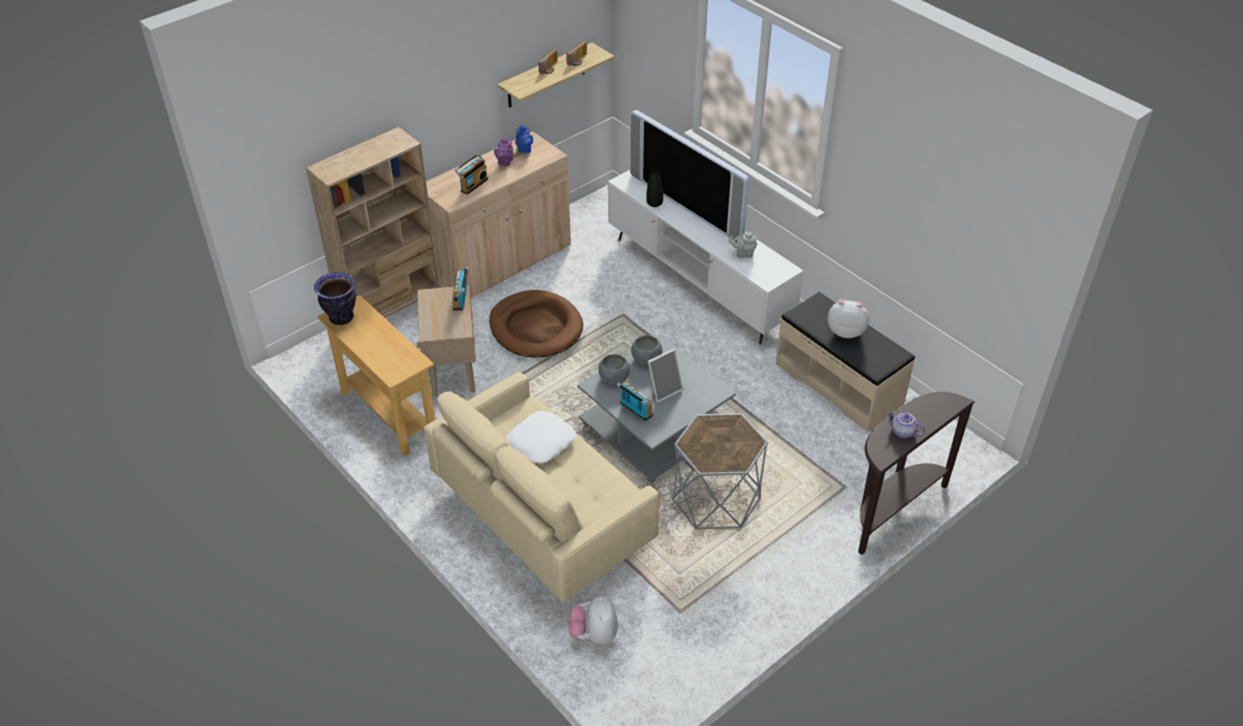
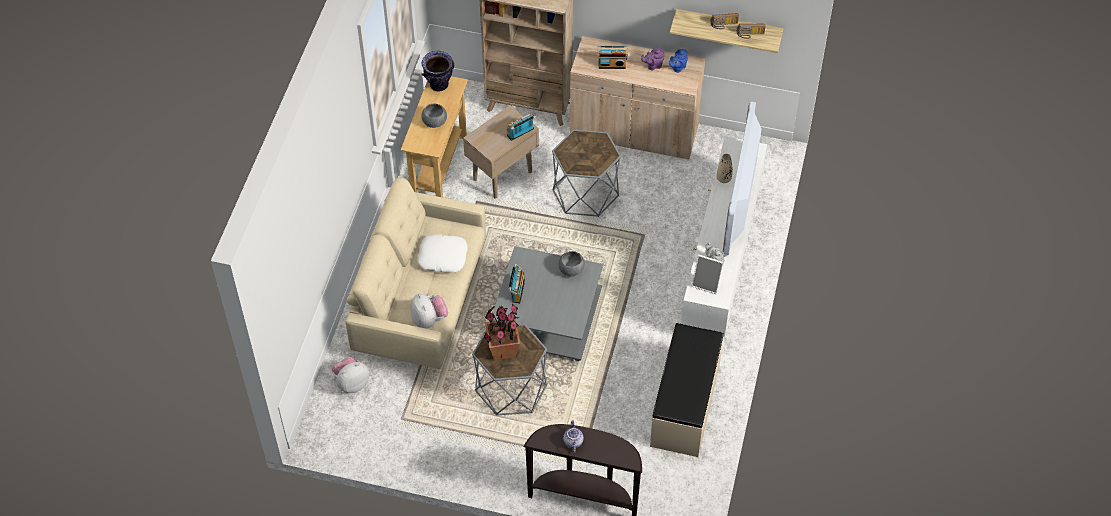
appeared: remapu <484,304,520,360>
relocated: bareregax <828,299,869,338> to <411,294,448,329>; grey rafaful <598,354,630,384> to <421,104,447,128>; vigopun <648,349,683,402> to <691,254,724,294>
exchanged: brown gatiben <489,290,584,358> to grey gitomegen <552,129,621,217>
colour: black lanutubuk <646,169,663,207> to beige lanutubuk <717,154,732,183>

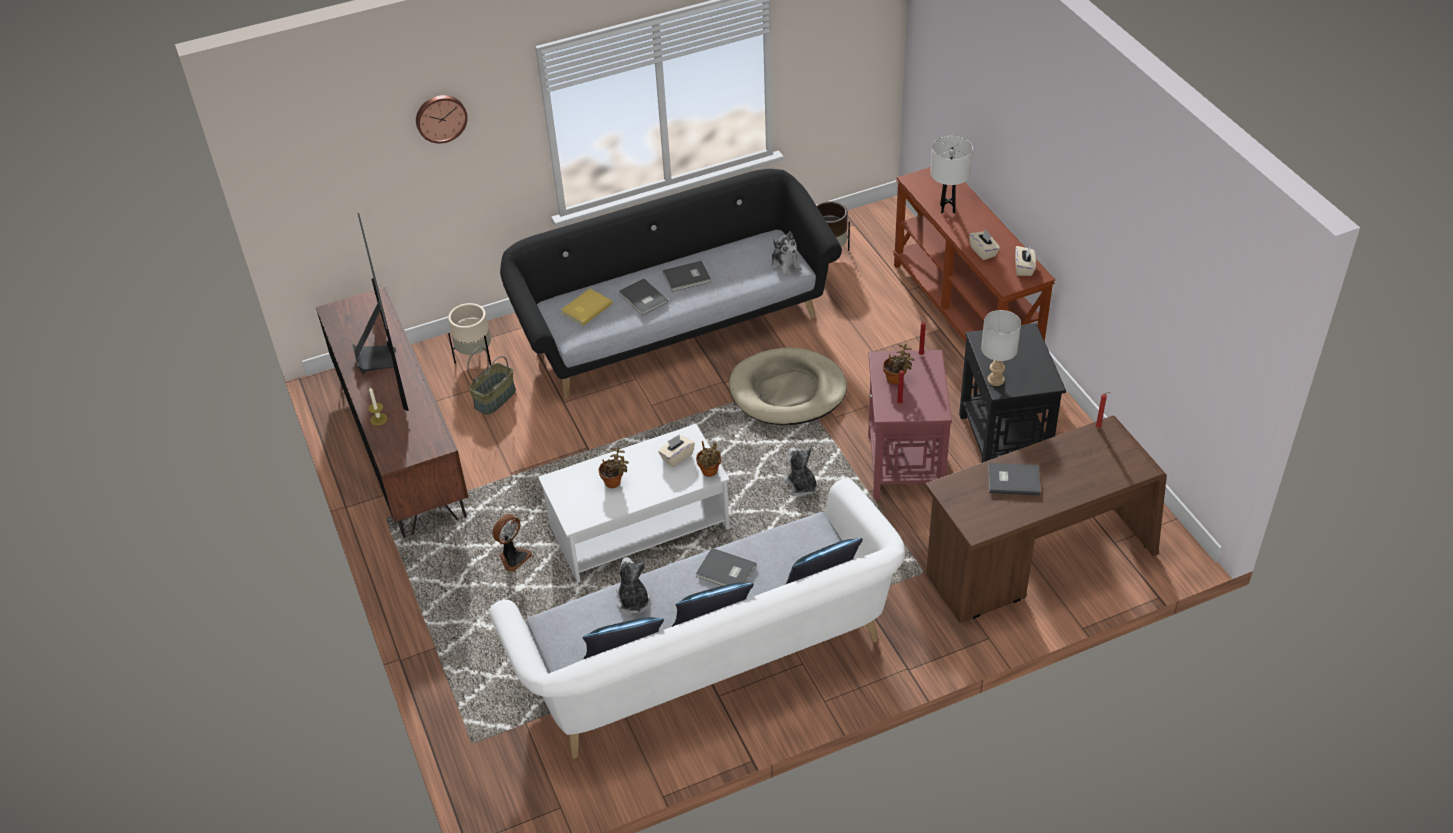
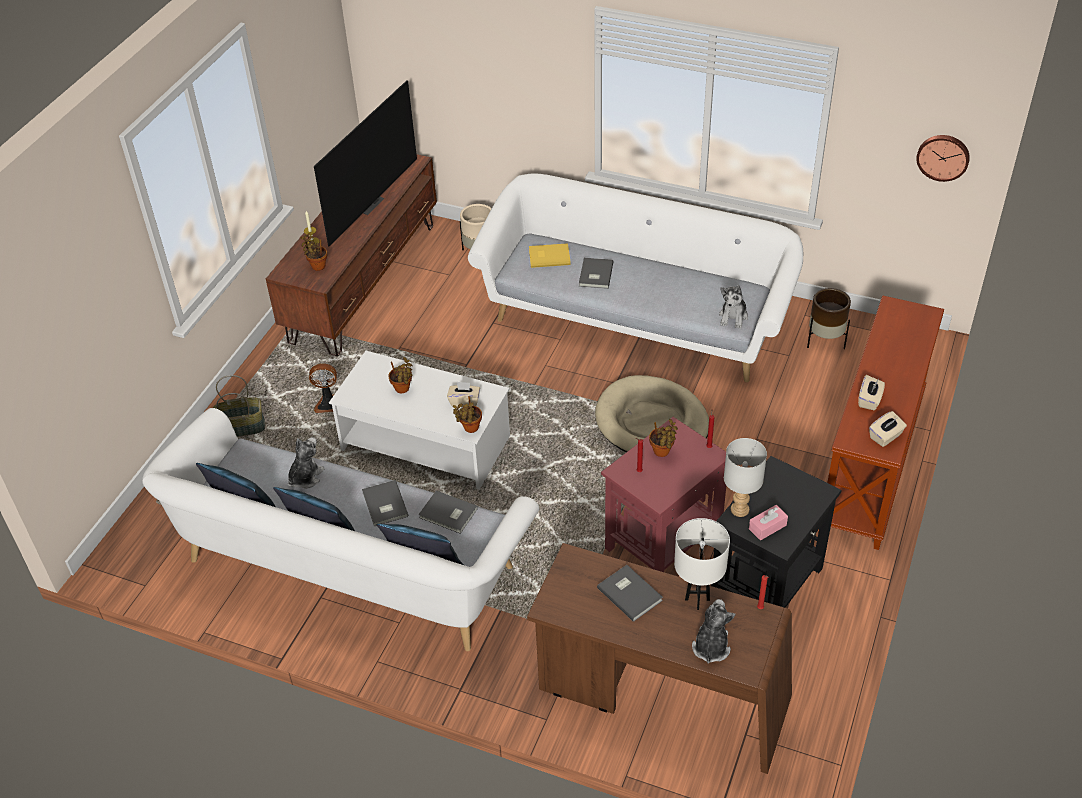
appeared: remapu <300,233,327,271>; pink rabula <749,505,788,540>
relocated: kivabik <467,347,516,415> to <213,375,265,437>; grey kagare <663,261,711,292> to <418,491,478,534>; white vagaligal <930,136,973,213> to <674,518,730,610>; bareregax <783,448,817,497> to <692,599,736,663>; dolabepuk <416,95,468,143> to <916,135,970,182>
colour: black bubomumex <500,169,842,398> to white bubomumex <468,174,803,382>

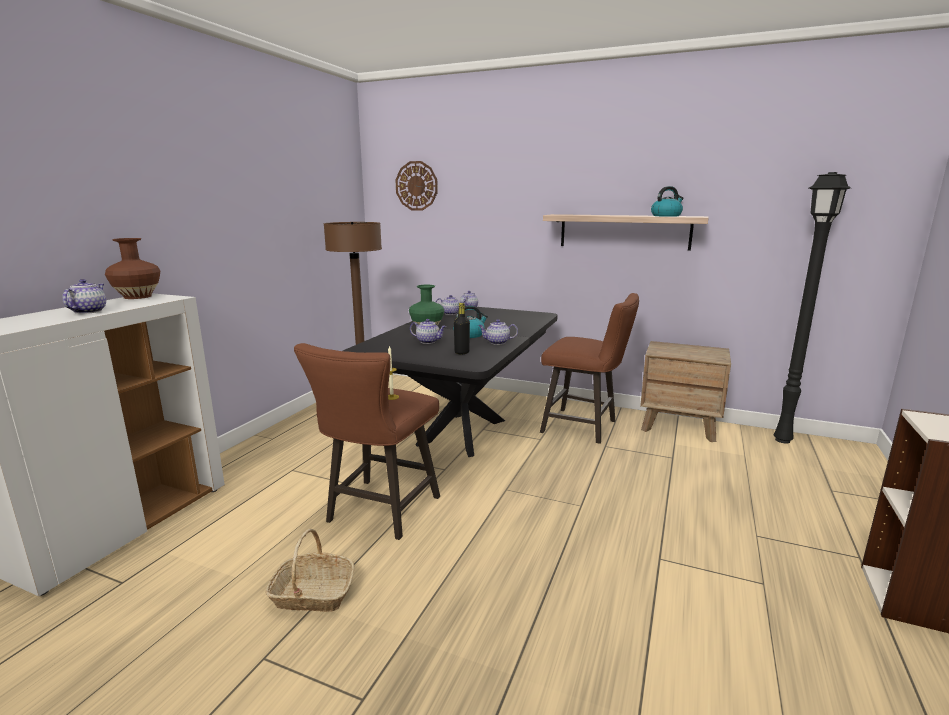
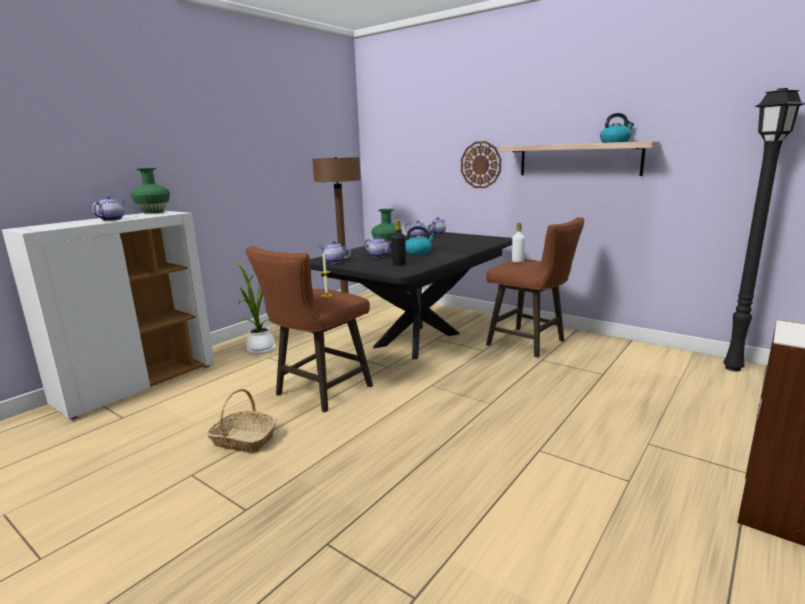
missing: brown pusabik <640,341,731,442>
appeared: remapu <233,262,276,354>; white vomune <512,223,525,263>
relocated: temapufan <478,319,518,345> to <318,241,351,263>; dolabepuk <395,161,438,211> to <461,141,501,188>
colour: brown lanutubuk <105,238,160,299> to green lanutubuk <131,168,170,214>

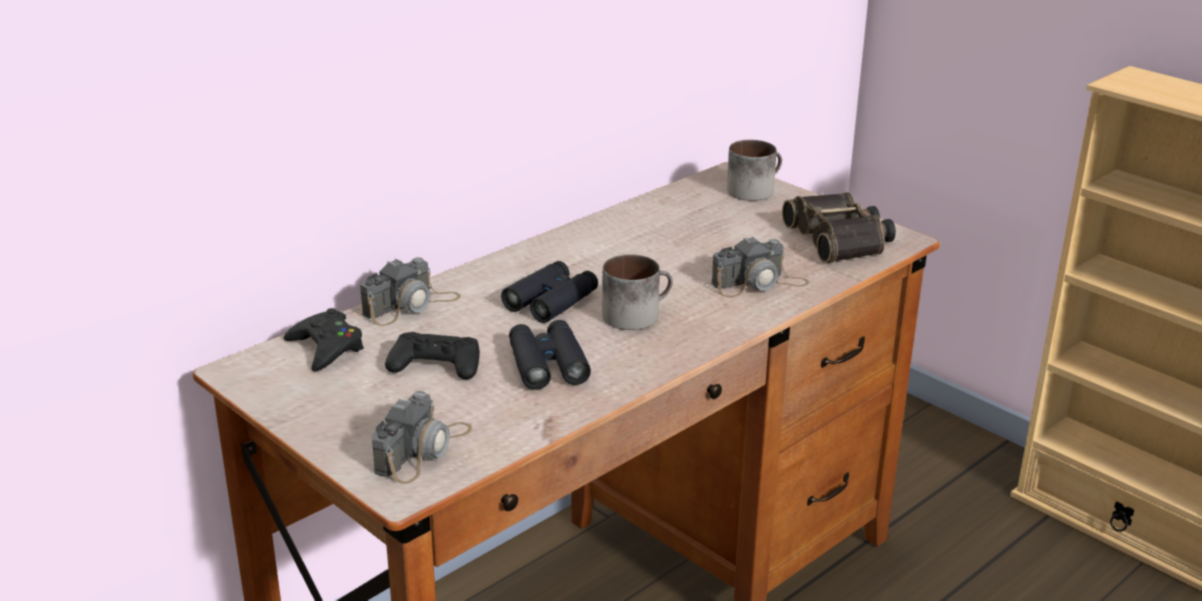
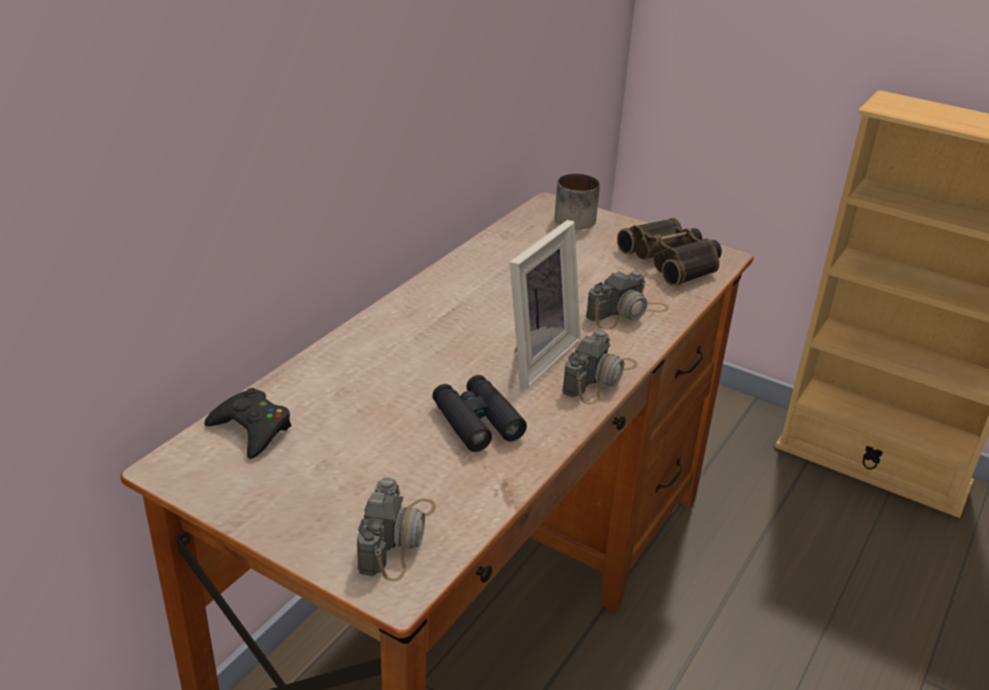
missing: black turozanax <385,332,480,379>; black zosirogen <501,261,598,323>
relocated: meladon <360,257,461,326> to <562,330,637,404>
exchanged: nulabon <602,254,673,330> to vigopun <510,220,580,388>

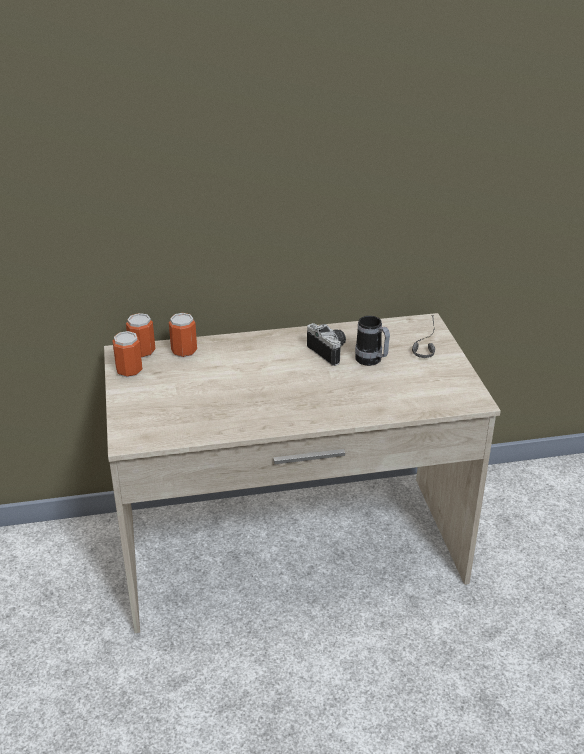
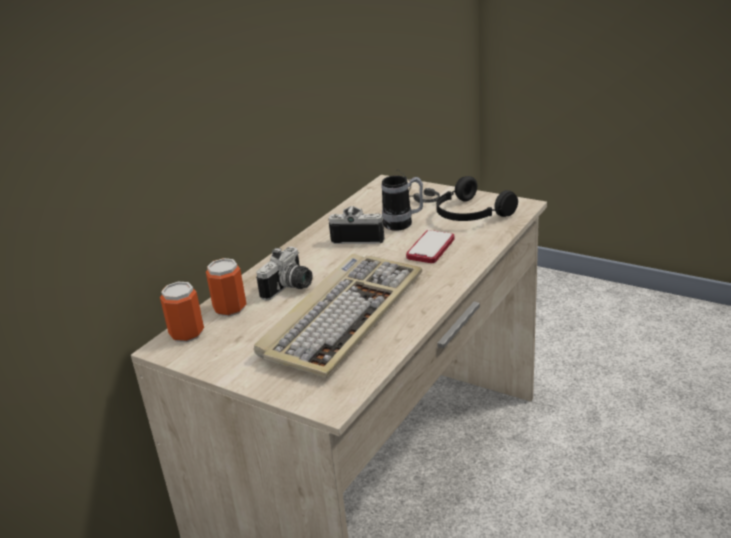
missing: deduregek <113,331,143,378>
appeared: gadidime <254,253,422,378>; meladon <256,247,313,301>; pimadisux <406,230,454,263>; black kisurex <436,176,518,221>

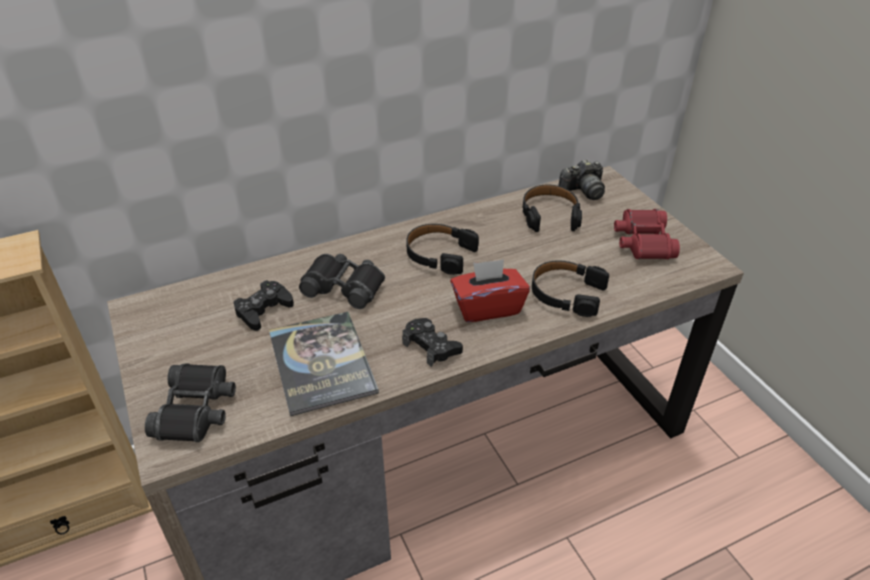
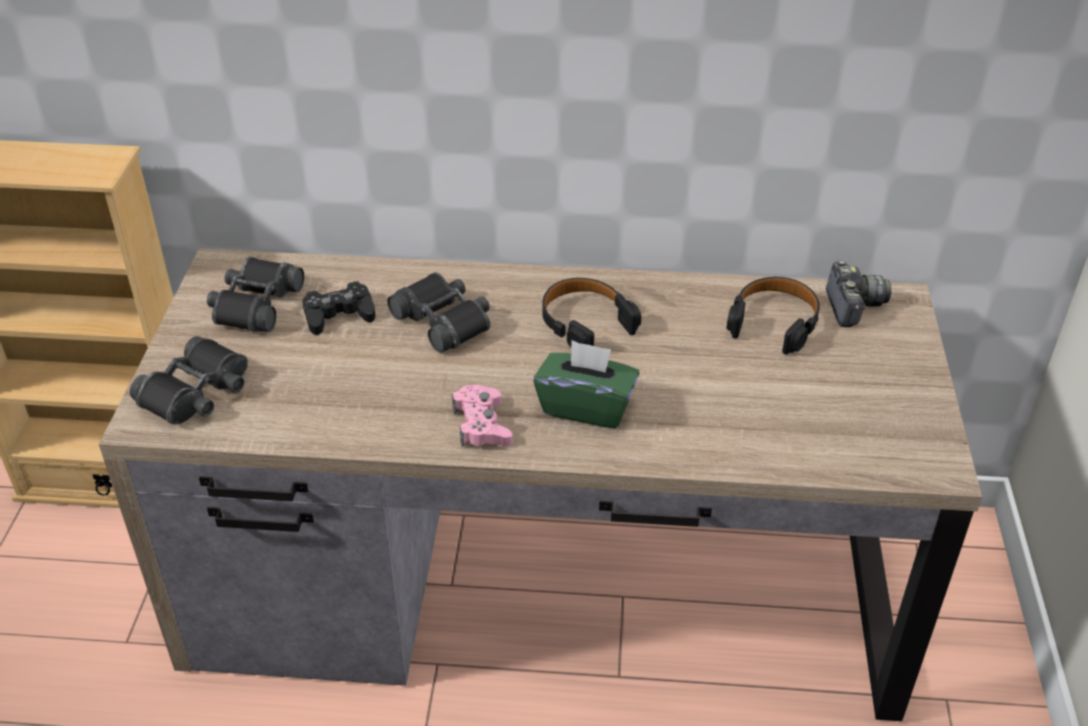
missing: kagare <269,311,379,416>; black kisurex <532,260,609,317>; red zosirogen <614,209,680,259>
appeared: black zosirogen <207,257,304,332>
colour: black turozanax <402,318,463,367> to pink turozanax <452,385,513,447>; red rabula <450,259,530,322> to green rabula <533,340,640,428>
spun: meladon <558,159,605,200> = <826,260,892,327> 105 degrees counterclockwise

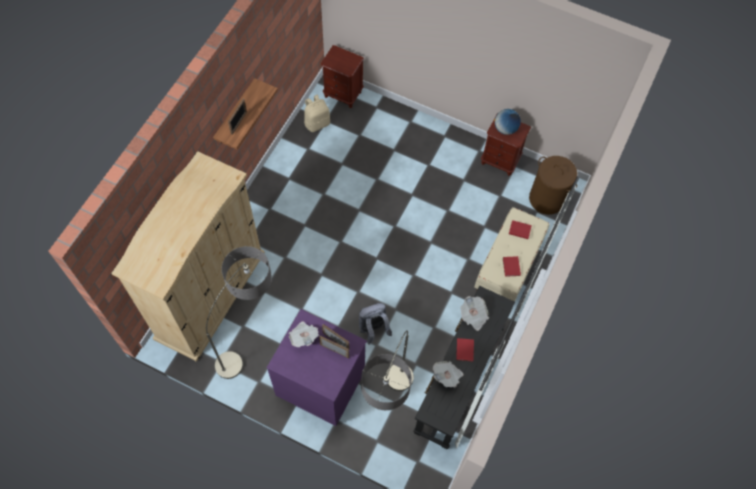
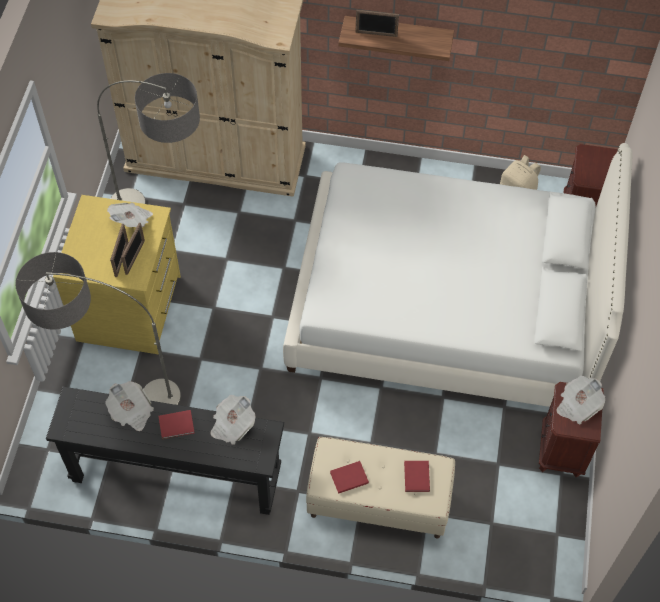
missing: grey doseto <359,303,393,345>; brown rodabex <529,156,577,215>
appeared: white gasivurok <283,143,633,407>
exchanged: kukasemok <494,109,521,135> to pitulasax <556,376,605,424>
colour: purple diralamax <267,309,367,426> to yellow diralamax <53,195,181,354>

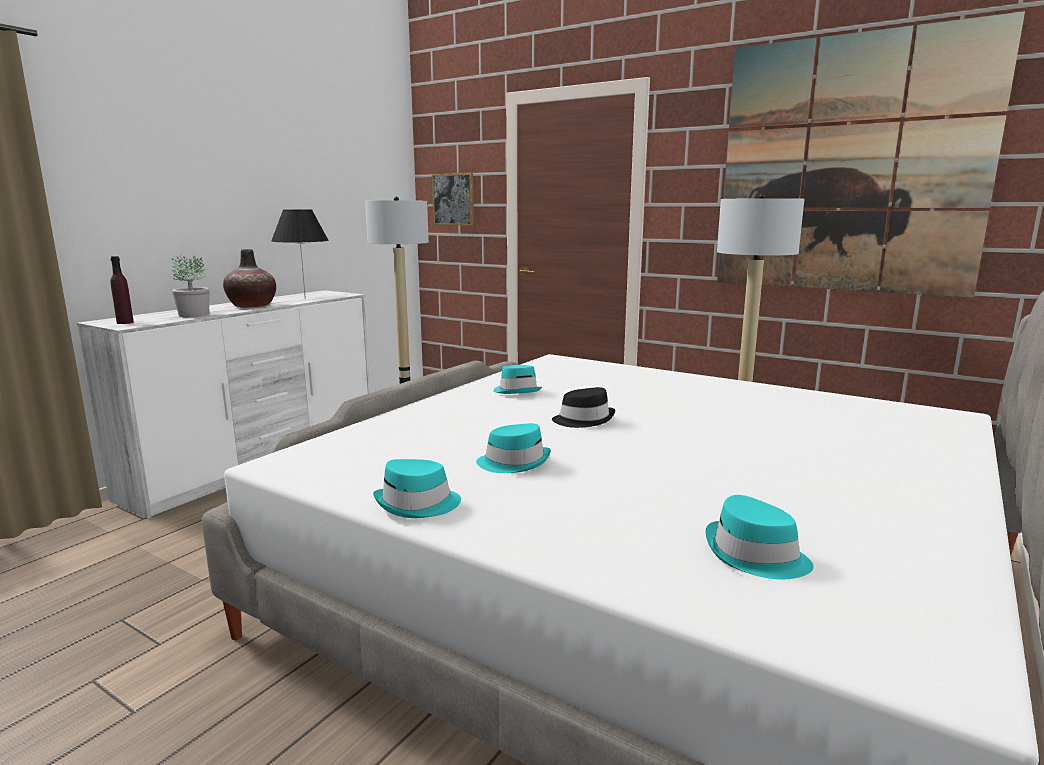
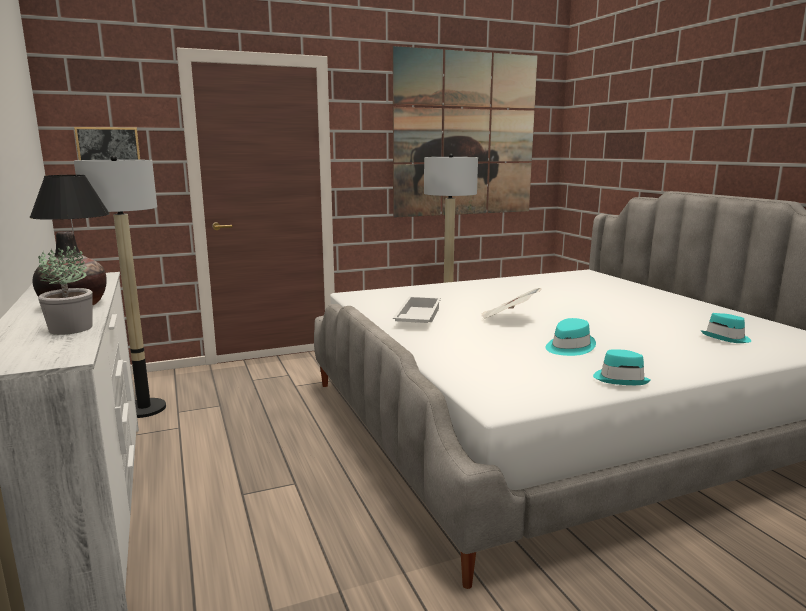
missing: purple vomune <110,256,134,324>
exchanged: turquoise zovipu <494,365,542,394> to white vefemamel <393,296,441,323>; black zovipu <552,387,615,428> to pitulasax <481,288,541,319>

